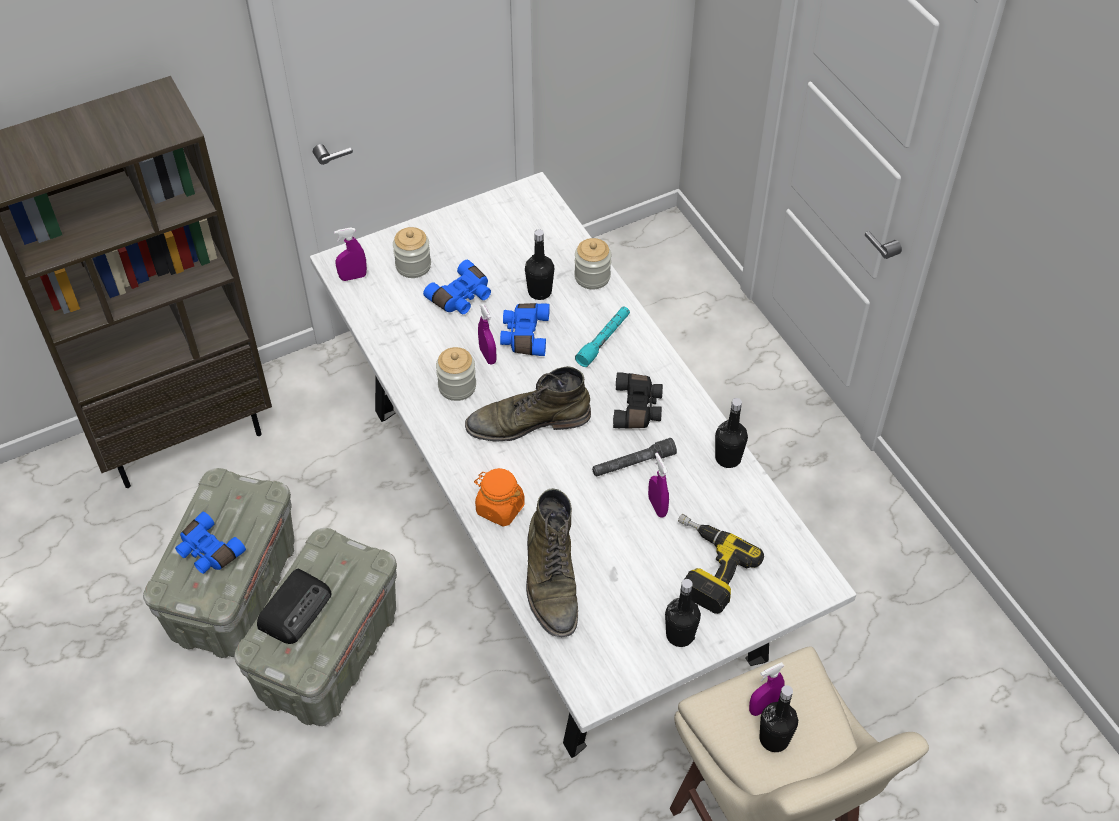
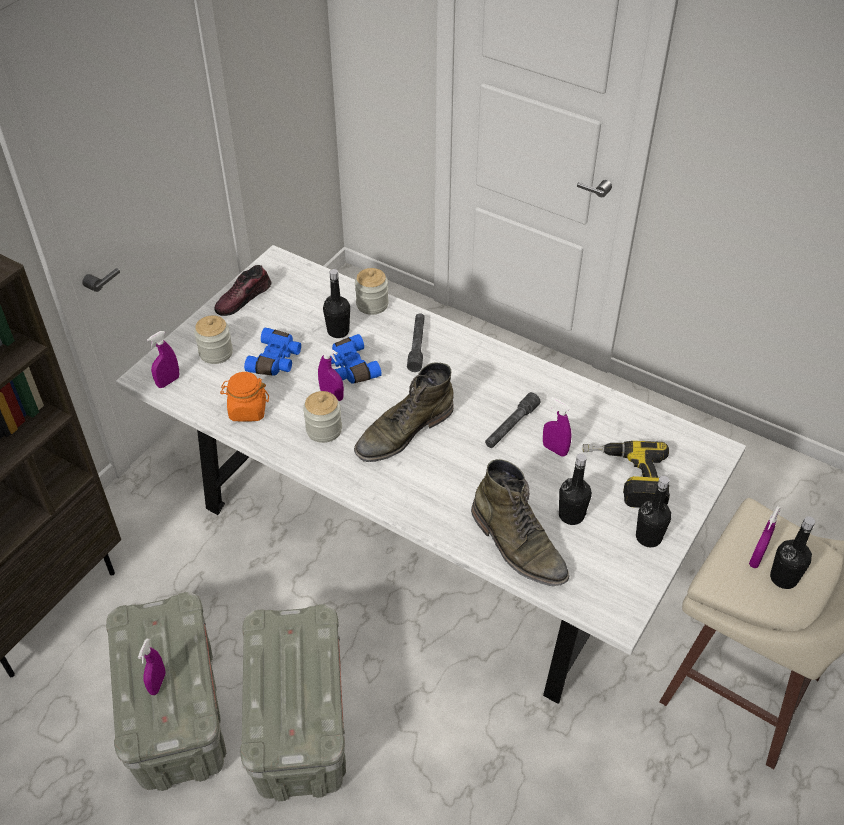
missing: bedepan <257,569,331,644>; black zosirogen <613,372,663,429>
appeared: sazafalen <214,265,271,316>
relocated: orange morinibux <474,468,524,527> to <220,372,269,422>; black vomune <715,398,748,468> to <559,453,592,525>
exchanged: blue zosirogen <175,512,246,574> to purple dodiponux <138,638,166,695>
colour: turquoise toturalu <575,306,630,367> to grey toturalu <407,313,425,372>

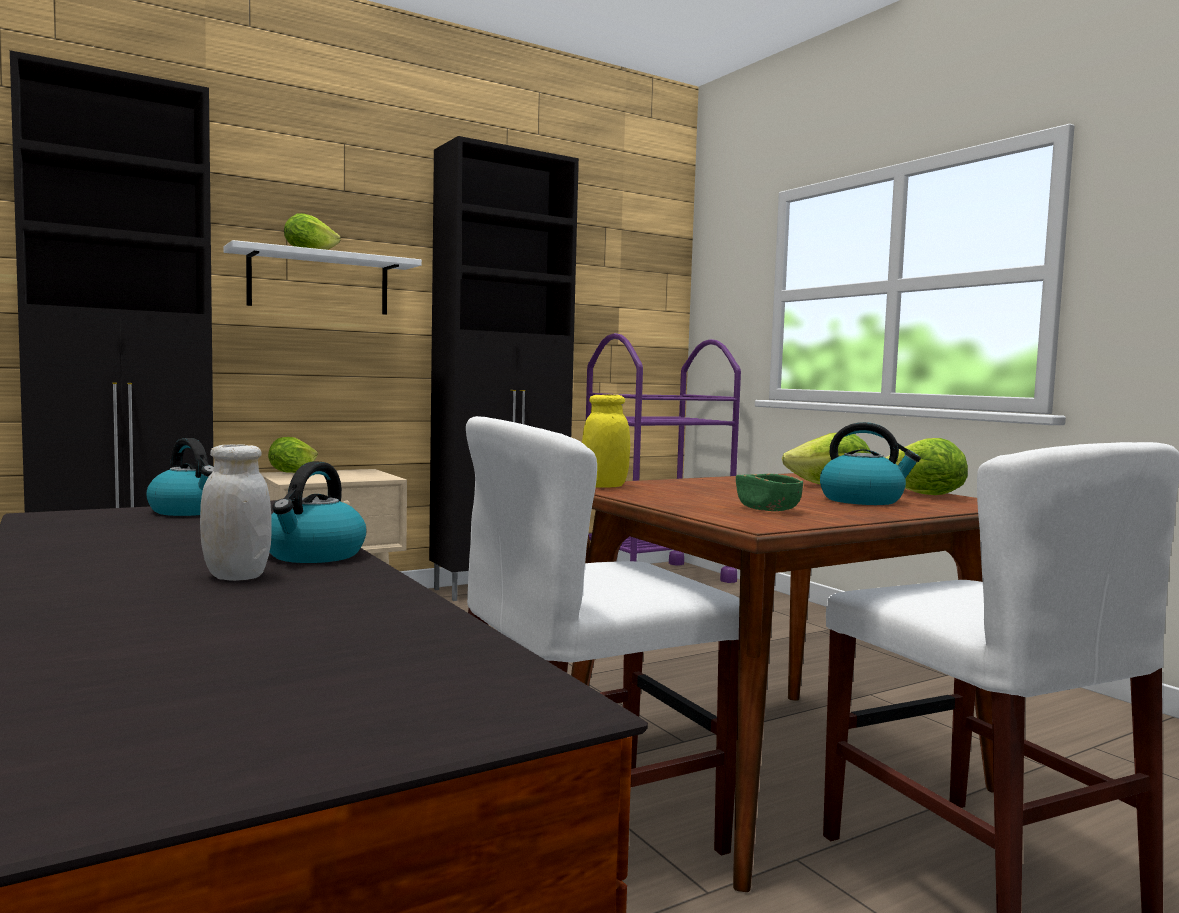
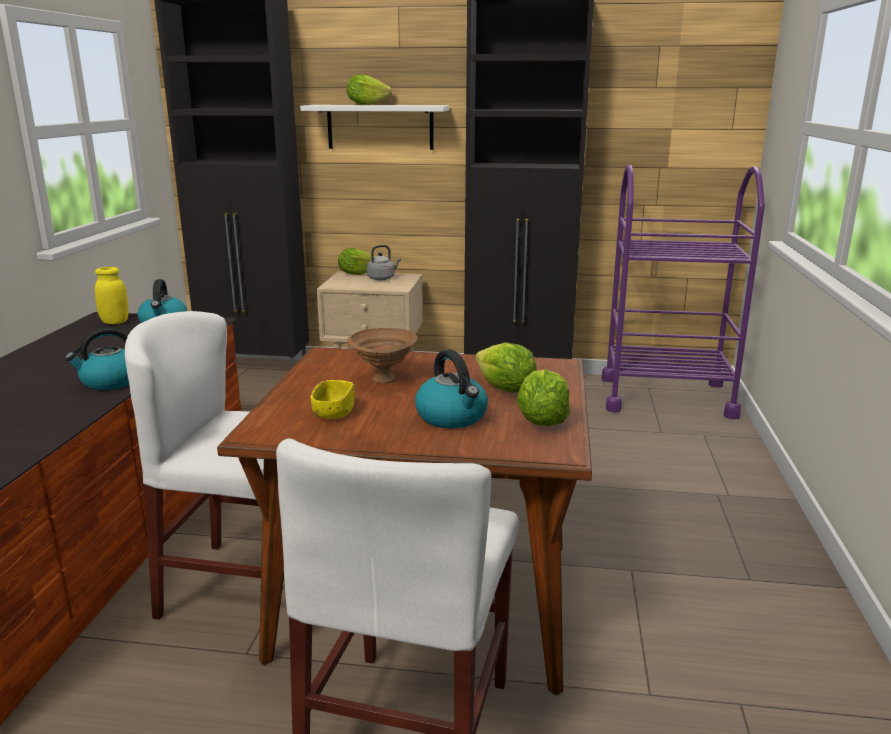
missing: white morinibux <200,444,272,581>
appeared: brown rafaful <348,328,418,383>; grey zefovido <367,245,401,280>
relocated: yellow morinibux <582,394,630,488> to <95,267,129,324>
colour: green rafaful <736,474,803,511> to yellow rafaful <311,380,355,419>

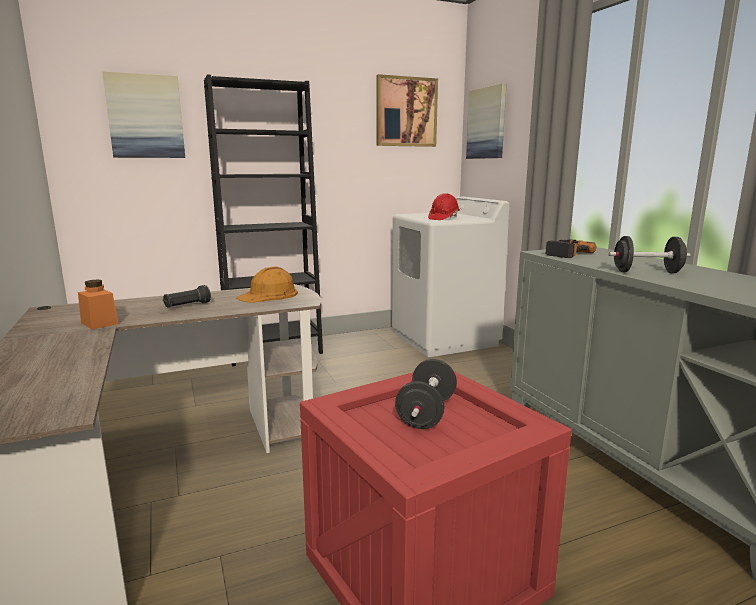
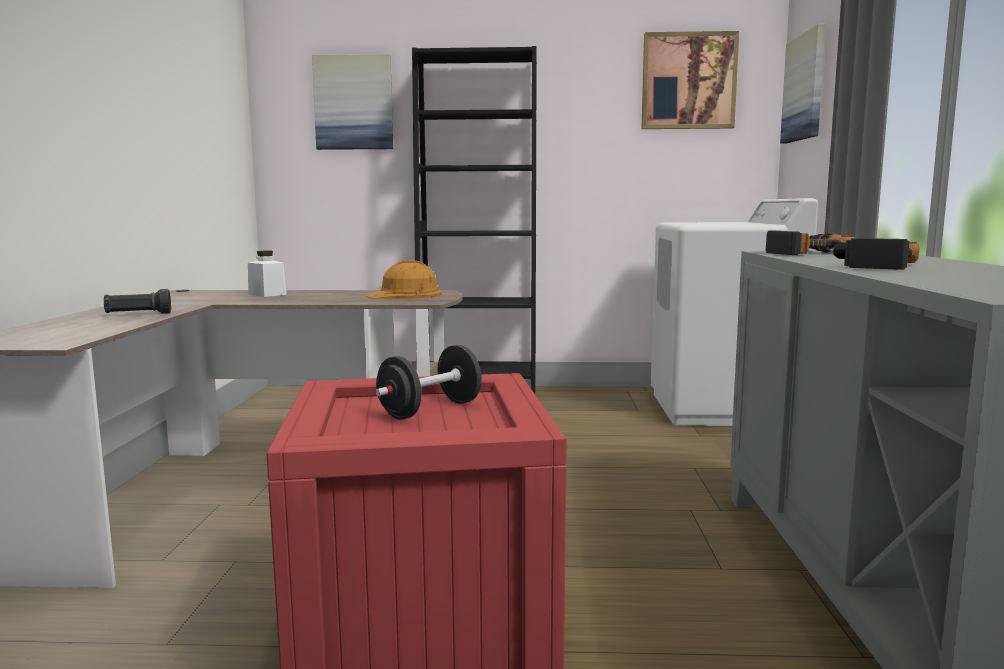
missing: orange morinibux <78,279,118,330>; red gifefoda <428,194,460,220>
appeared: white morinibux <248,251,287,297>
relocated: black toturalu <163,285,211,308> to <104,289,171,314>
exchanged: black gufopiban <609,236,691,273> to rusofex <829,238,919,270>

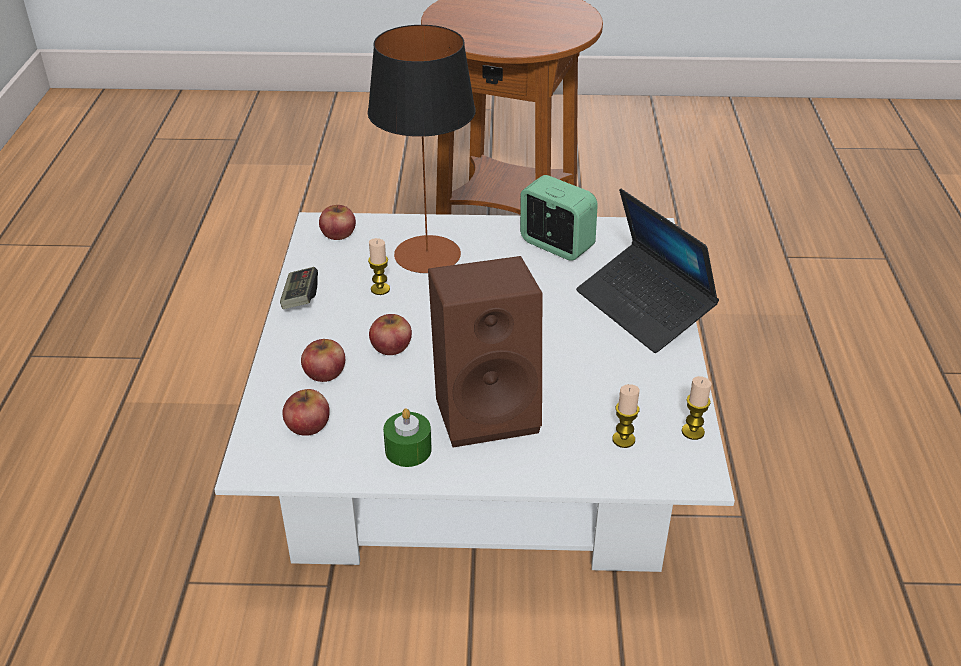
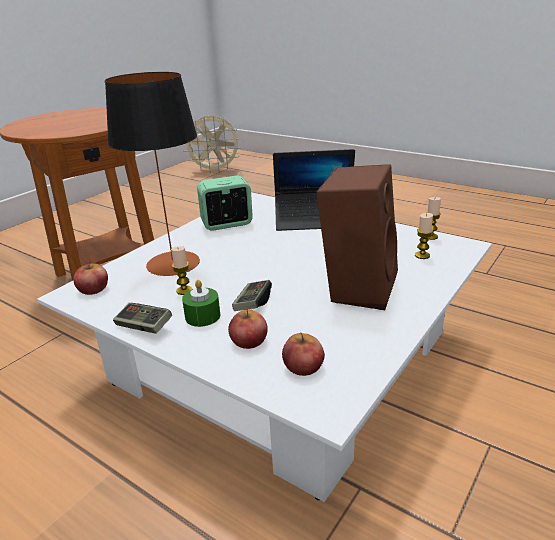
appeared: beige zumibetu <183,114,242,173>
relocated: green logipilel <383,408,432,467> to <182,280,220,327>
exchanged: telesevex <369,314,412,355> to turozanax <232,280,272,311>

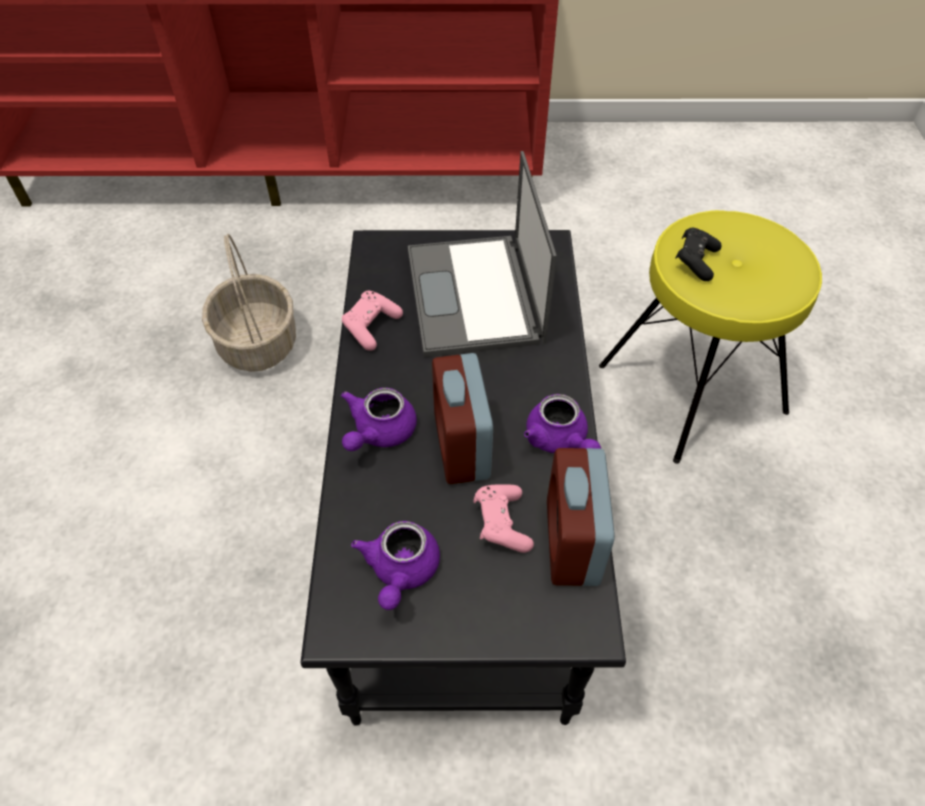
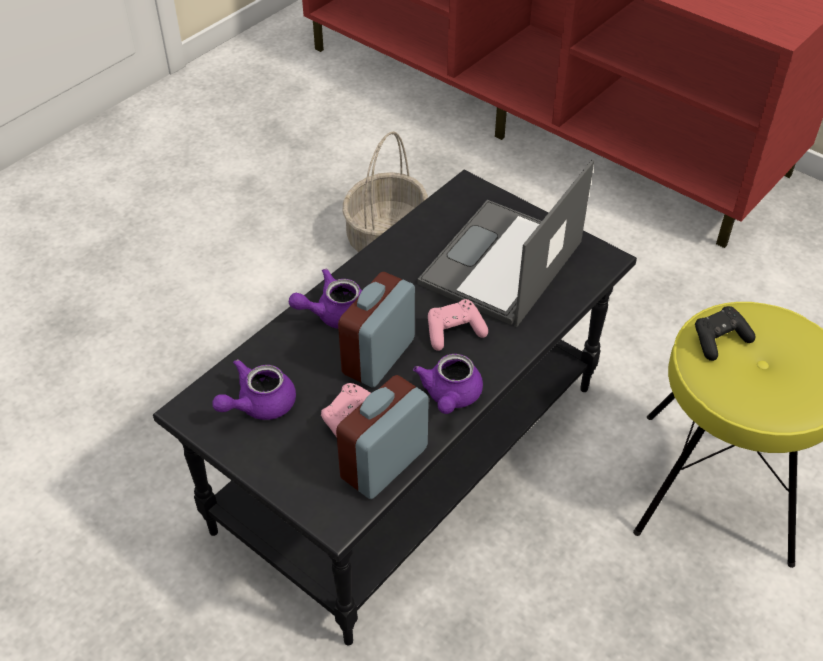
relocated: pink turozanax <342,291,403,351> to <428,299,488,351>

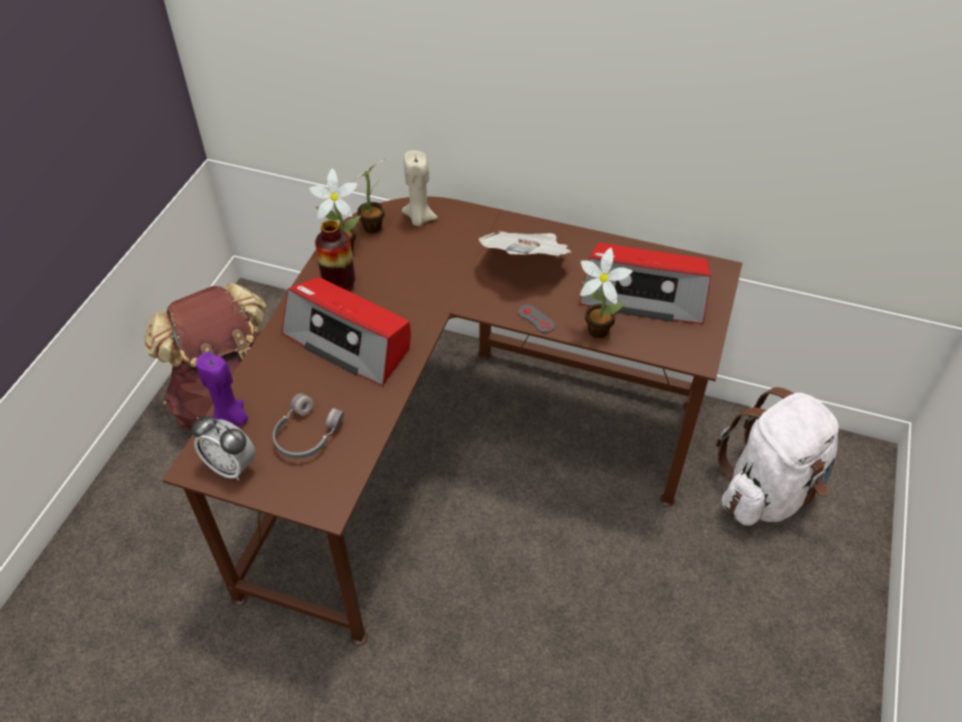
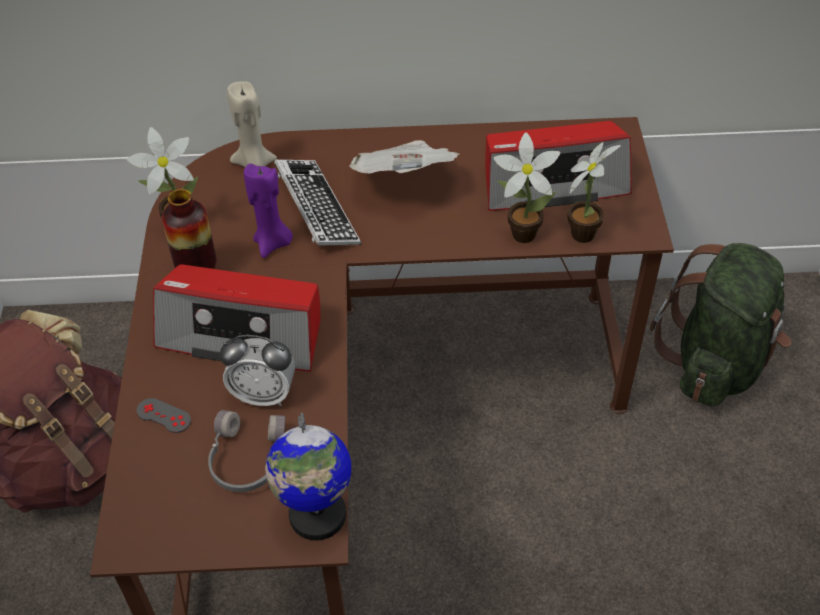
appeared: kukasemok <265,412,351,541>; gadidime <274,159,361,246>
relocated: grey turozanax <518,305,555,333> to <137,398,191,433>; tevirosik <192,416,256,481> to <219,335,295,406>; purple logipilel <196,352,248,426> to <244,163,293,258>; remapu <353,159,386,233> to <567,142,621,243>
colour: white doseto <716,387,839,526> to green doseto <650,243,791,406>

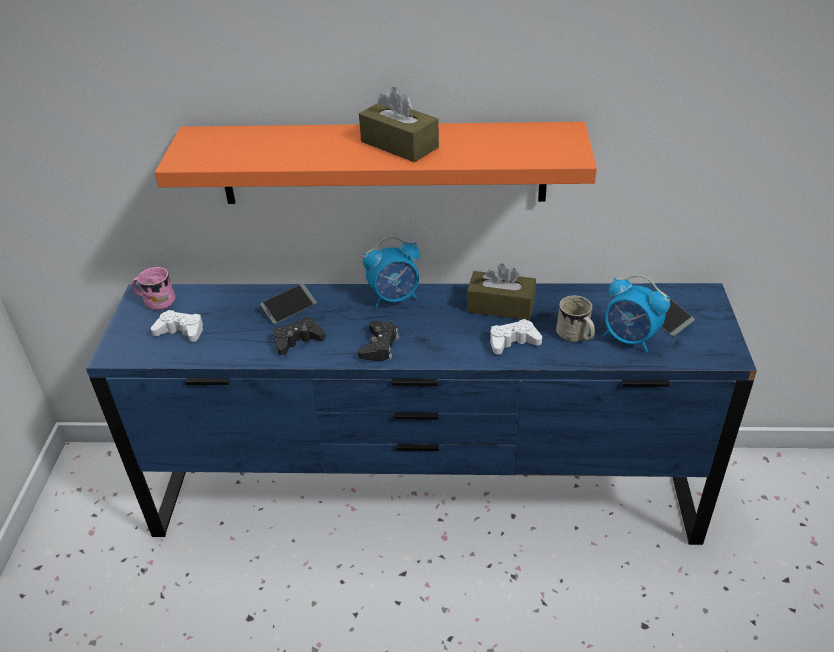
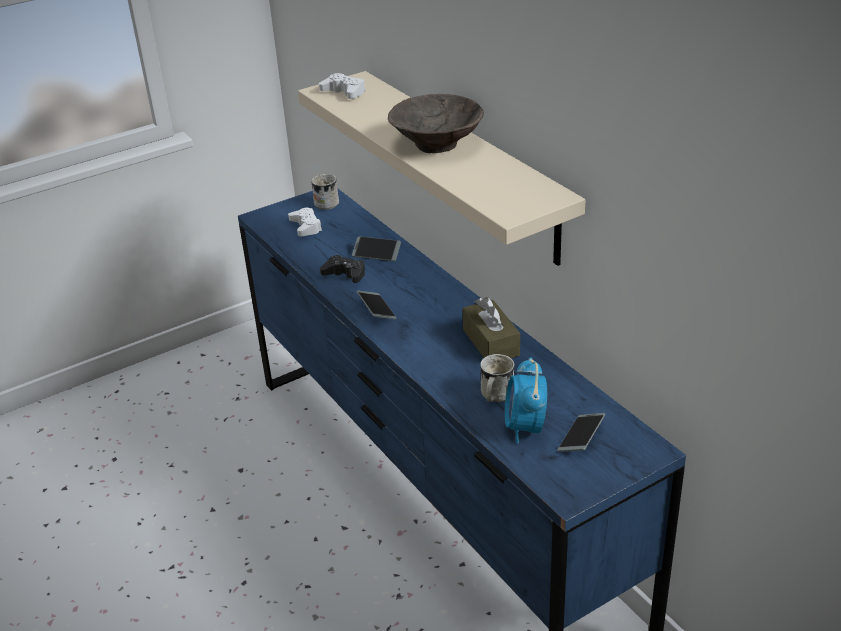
missing: tevirosik <363,237,420,308>
relocated: white turozanax <490,319,542,354> to <319,73,365,99>
exchanged: black turozanax <358,321,399,361> to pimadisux <357,290,396,319>; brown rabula <359,87,439,162> to brown rafaful <388,94,484,153>
colour: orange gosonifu <155,122,597,204> to beige gosonifu <298,71,585,266>; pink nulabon <132,267,176,310> to white nulabon <311,174,339,210>

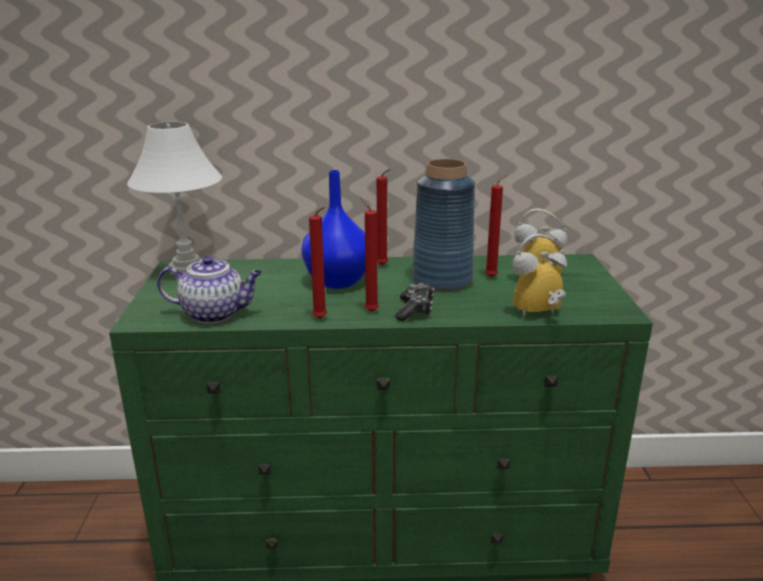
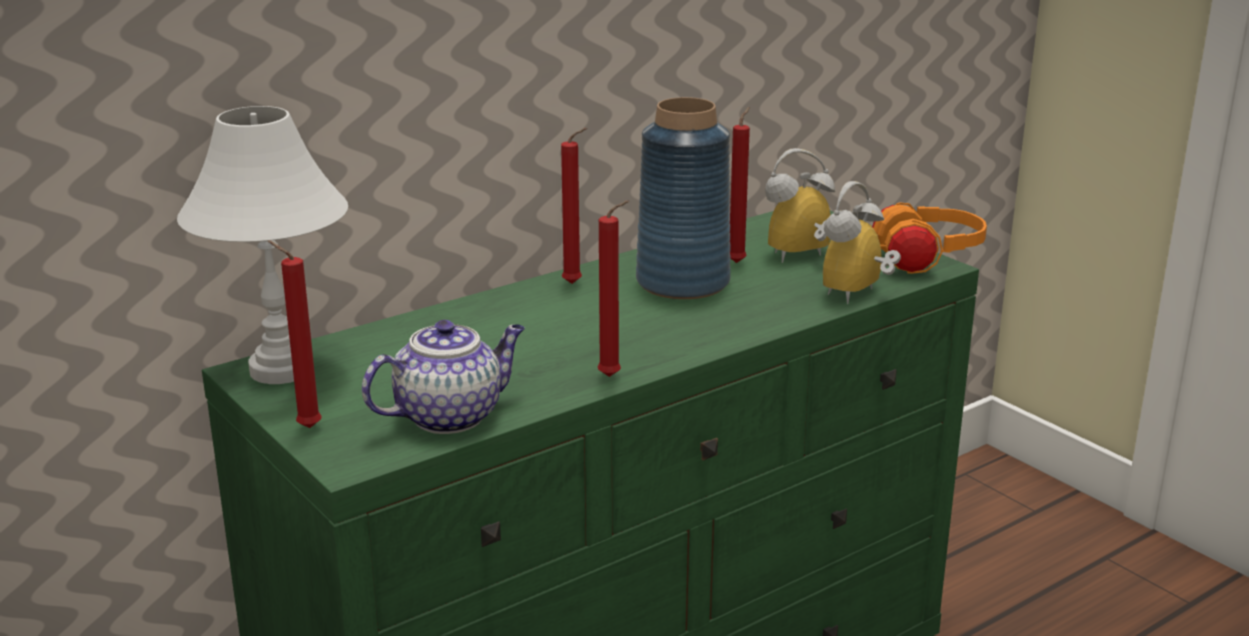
missing: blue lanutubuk <301,170,365,289>; turozanax <395,283,434,321>
appeared: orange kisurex <872,202,987,274>
relocated: red logipilel <360,198,379,312> to <268,240,321,428>

